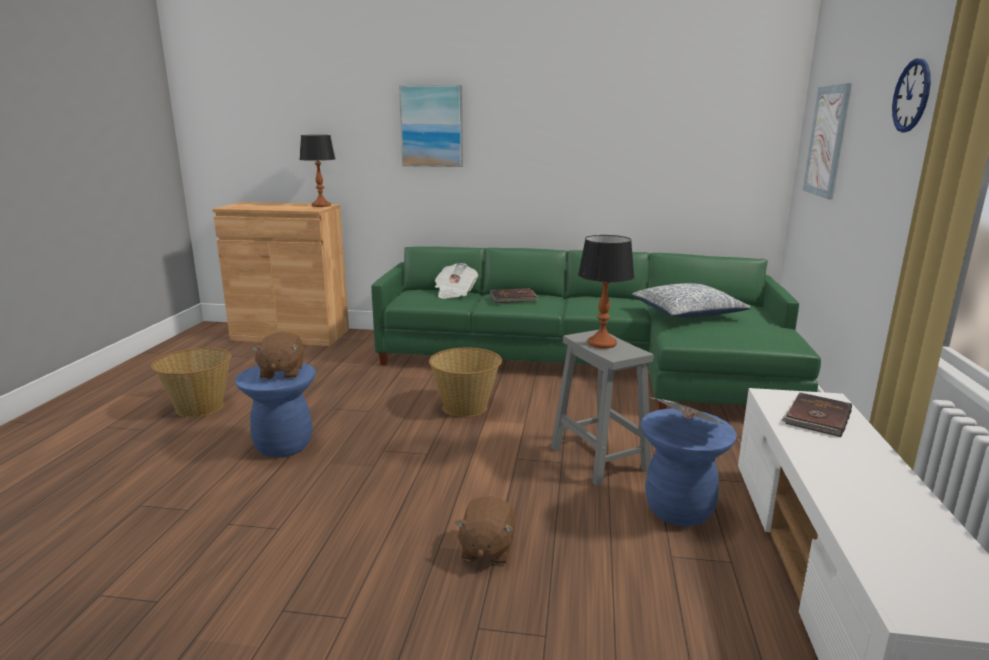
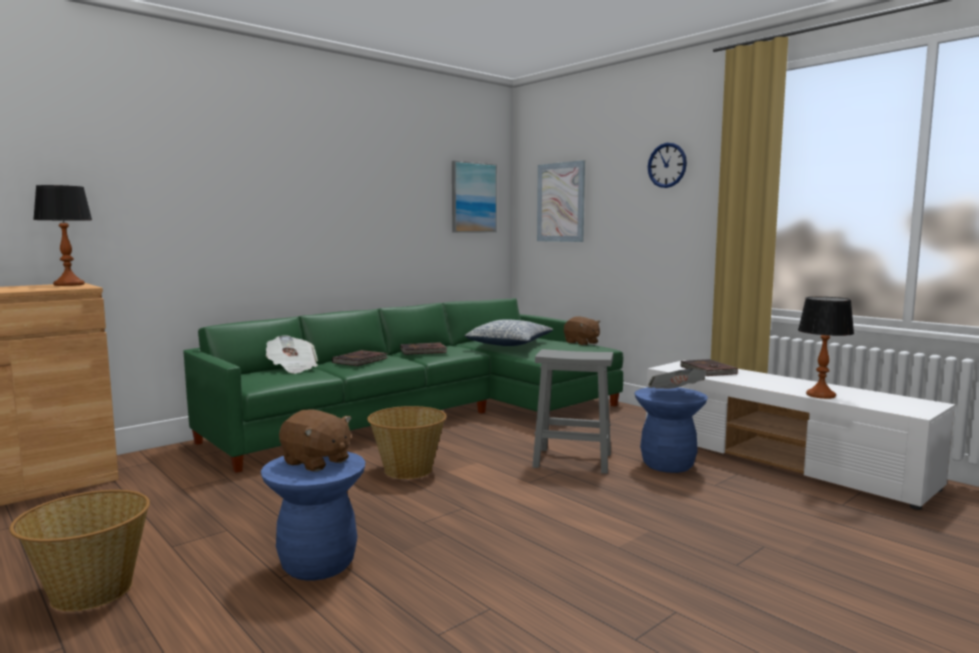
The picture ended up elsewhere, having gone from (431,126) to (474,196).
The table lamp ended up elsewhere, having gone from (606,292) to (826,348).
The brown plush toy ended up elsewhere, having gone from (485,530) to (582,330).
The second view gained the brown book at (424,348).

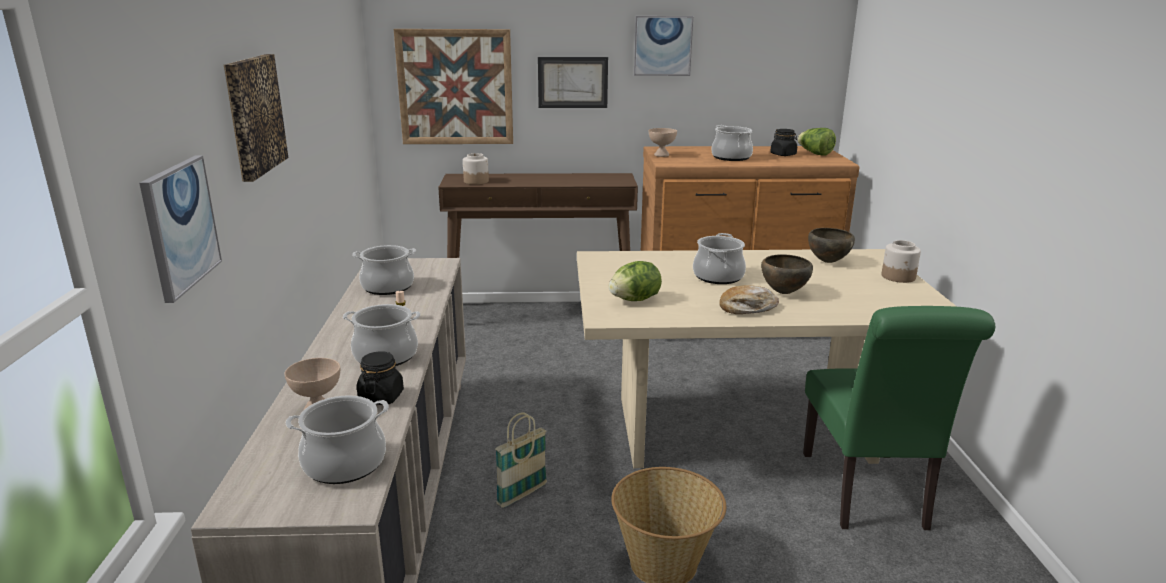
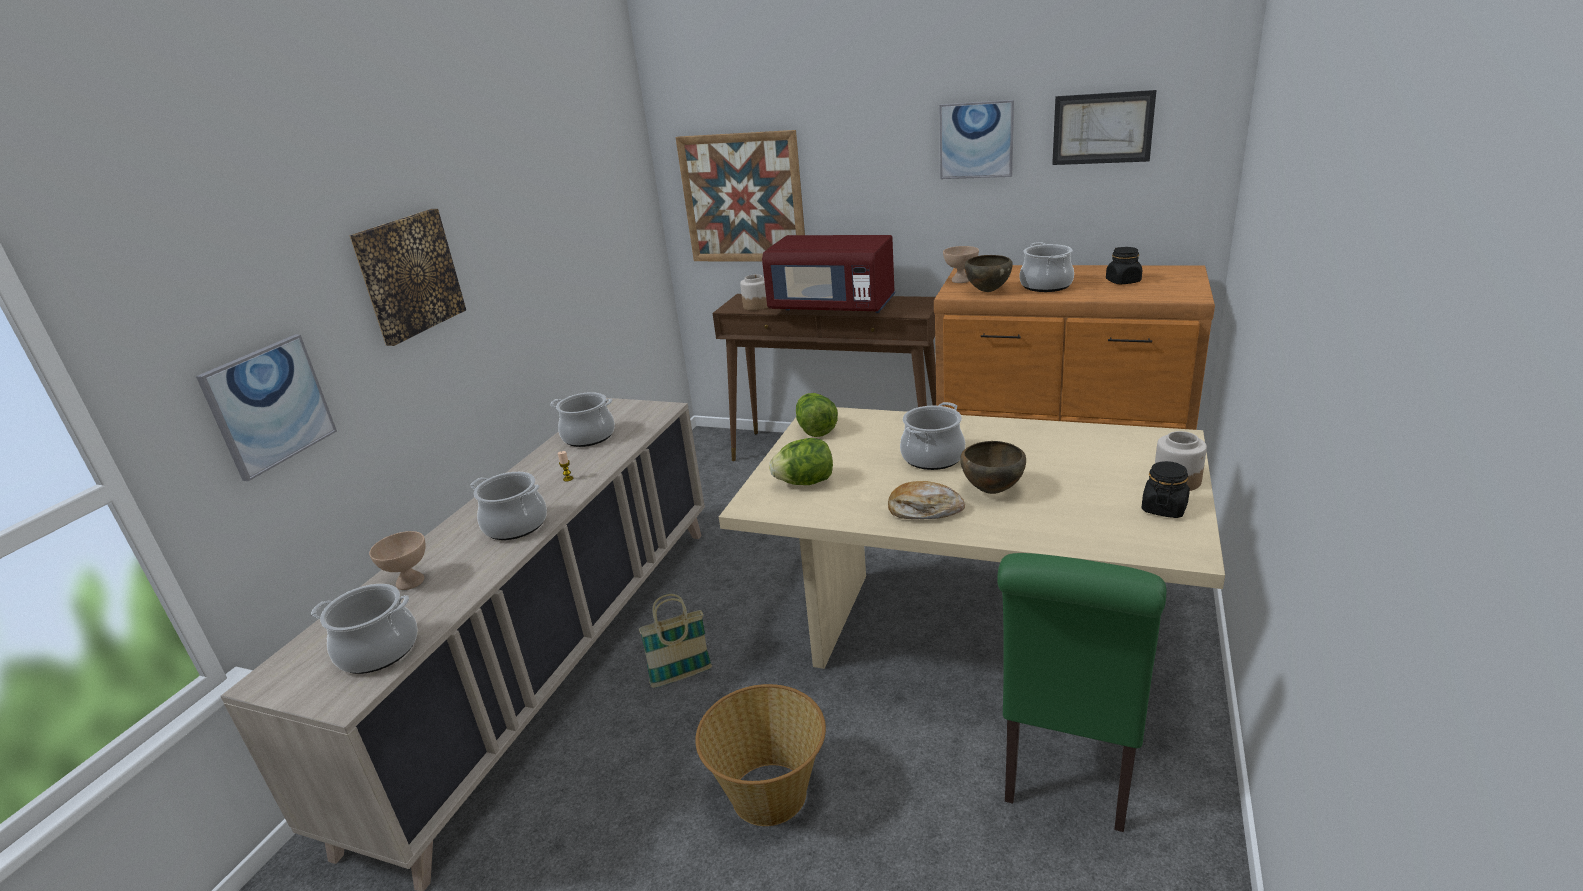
The picture ended up elsewhere, having gone from (573,82) to (1104,127).
The lettuce ended up elsewhere, having gone from (816,142) to (817,415).
The brown bowl ended up elsewhere, having gone from (831,245) to (989,273).
The black jar ended up elsewhere, having gone from (380,378) to (1165,489).
The second view gained the red microwave at (828,274).

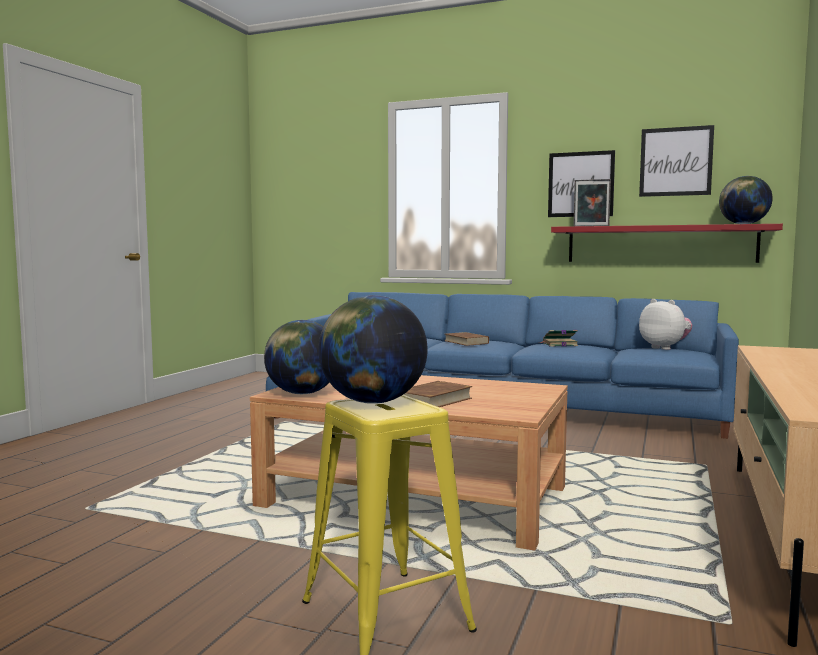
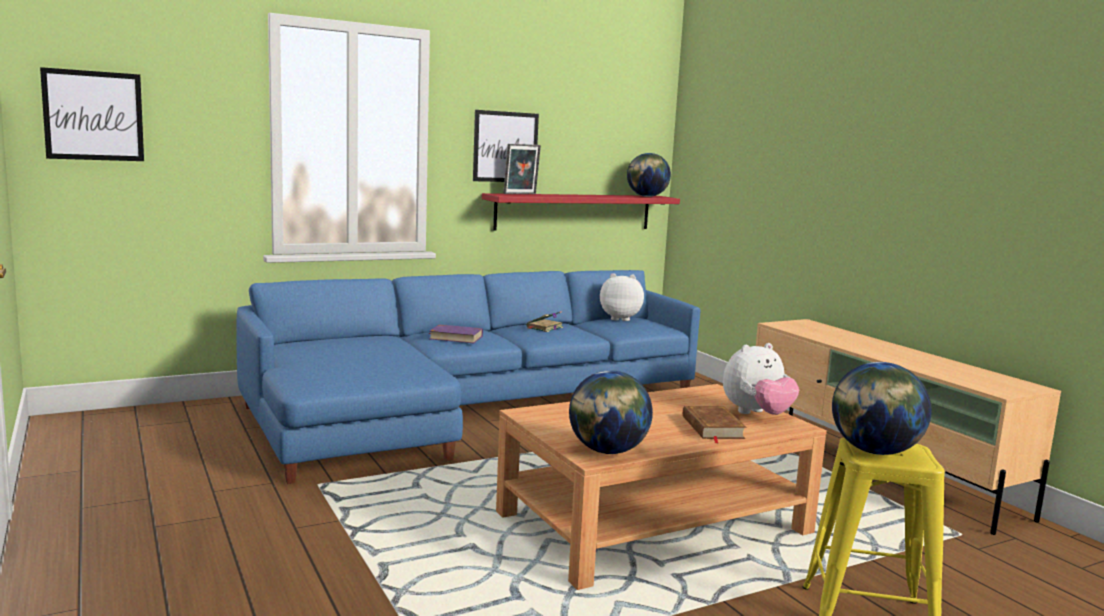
The picture ended up elsewhere, having gone from (676,161) to (92,114).
What was the brown book at (467,339) turned into the purple book at (456,333).
The second view gained the plush toy at (761,379).

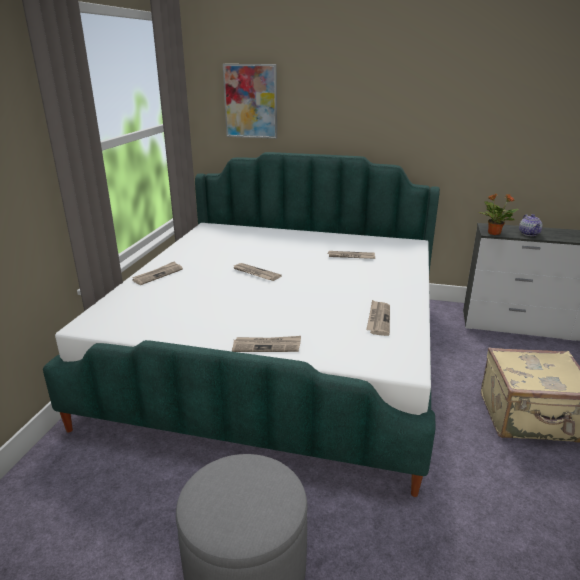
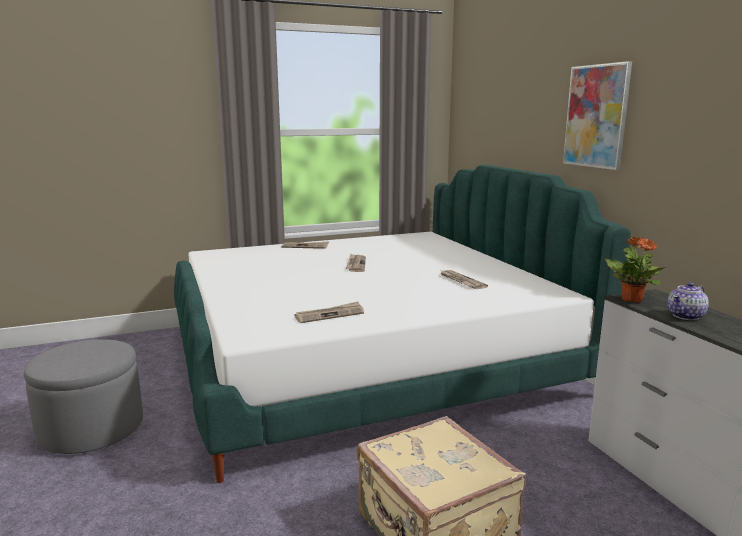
The picture ended up elsewhere, having gone from (250,101) to (597,115).
The second view lost the newspaper at (266,344).

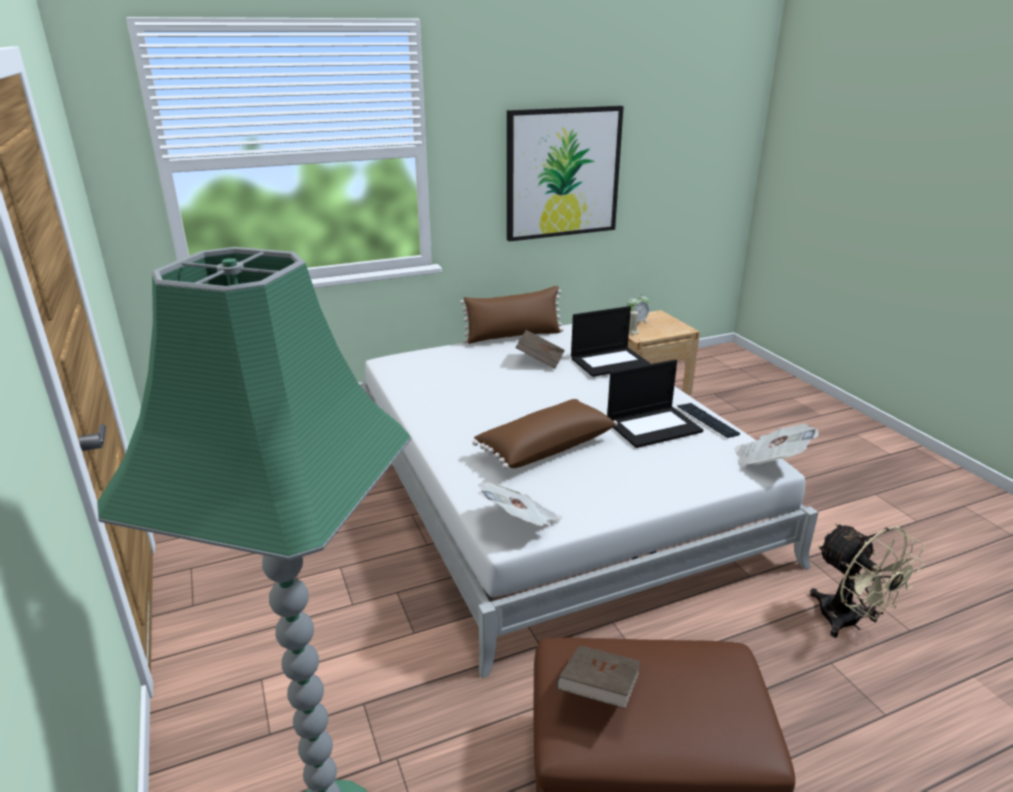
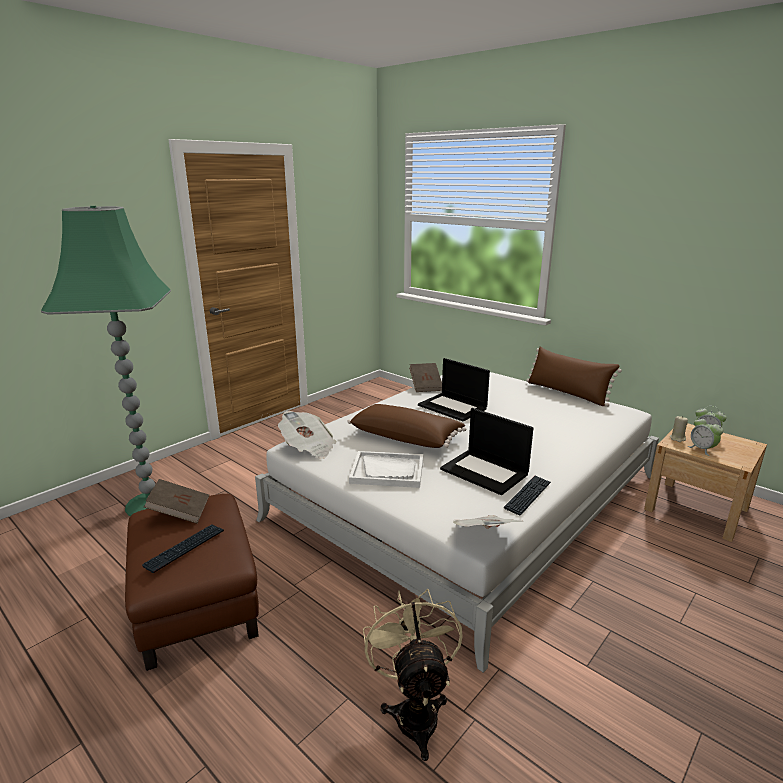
The second view lost the picture at (565,173).
The laptop ended up elsewhere, having gone from (611,341) to (454,390).
The brown book ended up elsewhere, having gone from (540,349) to (425,377).
The beige fan at (867,580) ended up facing another way, 135 degrees clockwise from before.
The second view gained the alarm clock at (705,436).
The second view gained the white tray at (386,469).
The second view gained the keyboard at (183,548).

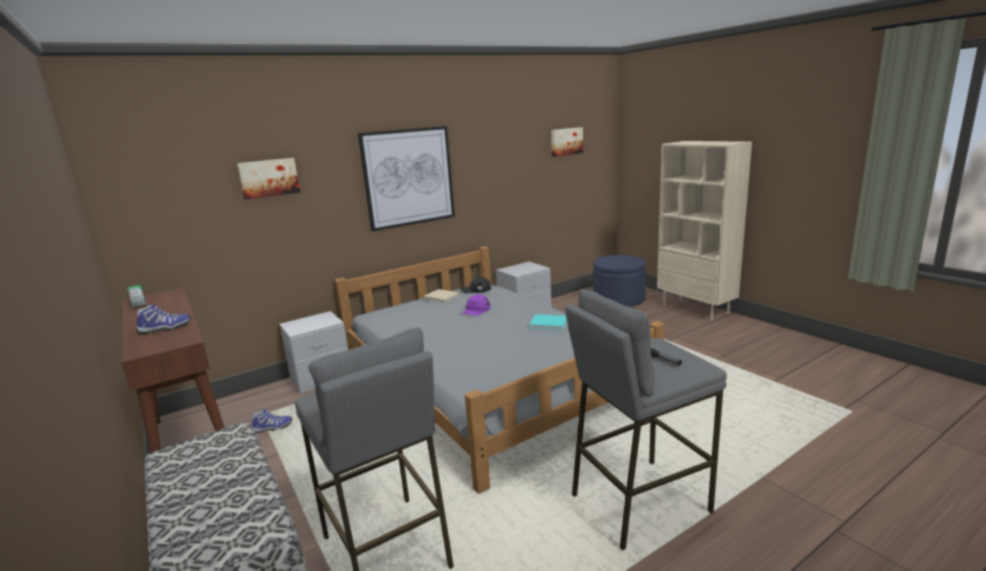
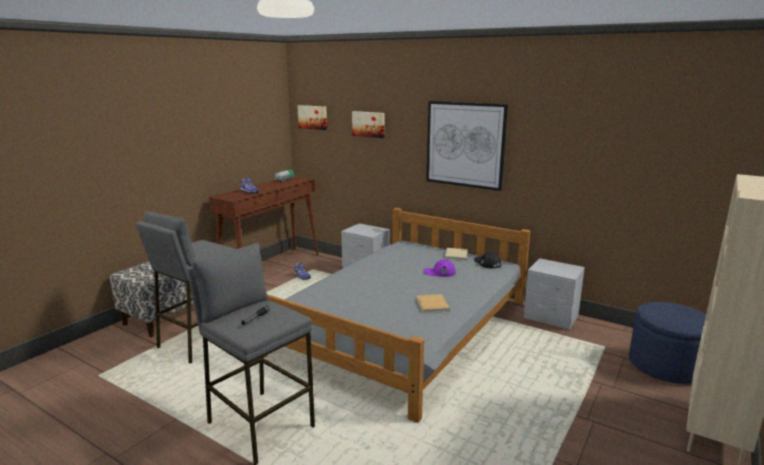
The picture ended up elsewhere, having gone from (567,142) to (312,117).
What was the turquoise book at (548,322) turned into the beige book at (433,303).

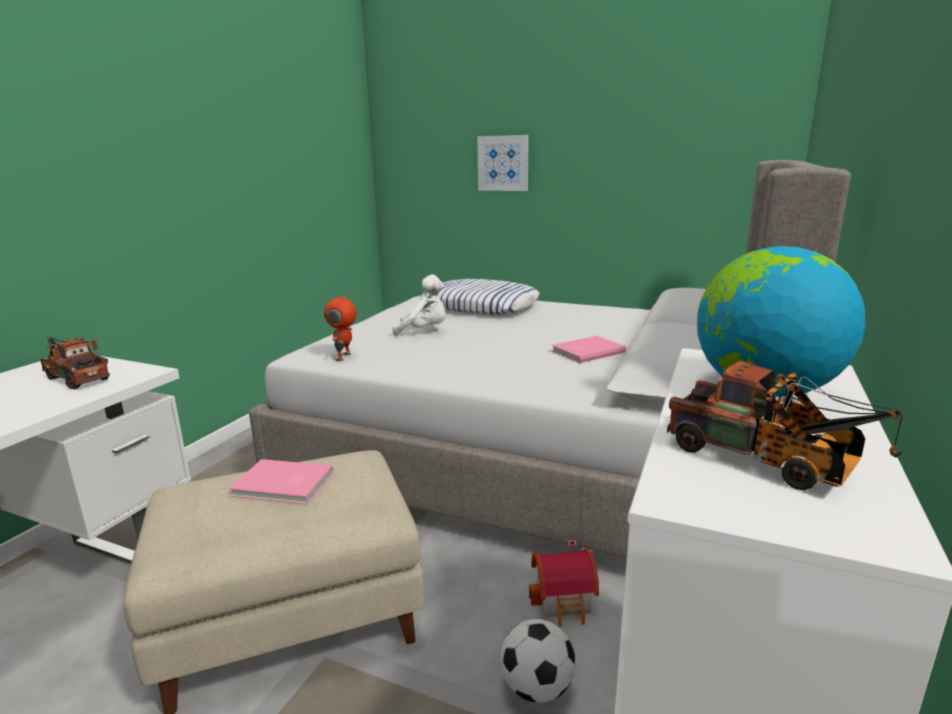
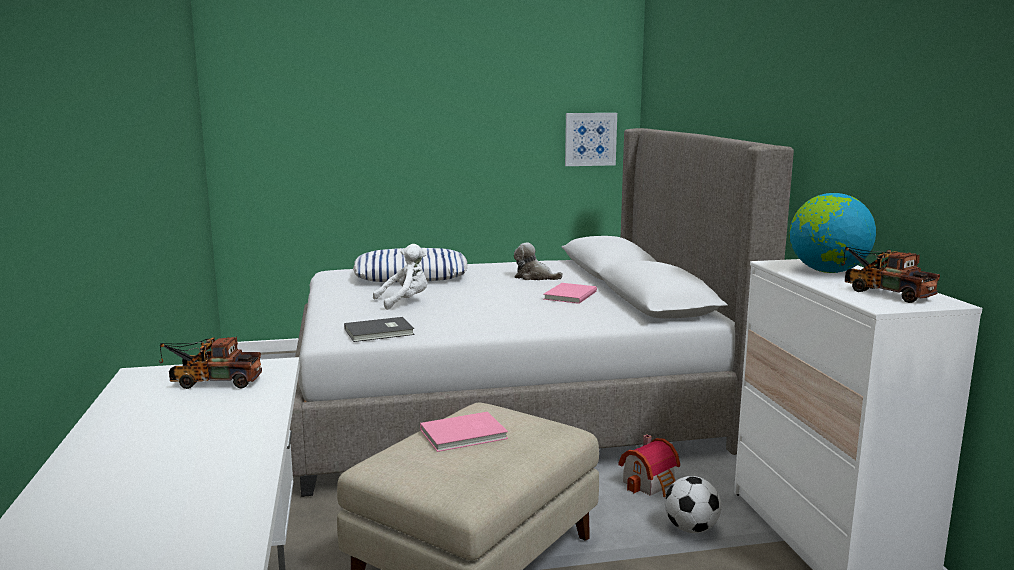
The picture ended up elsewhere, having gone from (503,163) to (591,139).
Where the toy robot stood at (340,326), the grey book came to stand at (379,329).
The toy truck at (785,425) ended up facing another way, 135 degrees counterclockwise from before.
The second view gained the plush toy at (538,261).

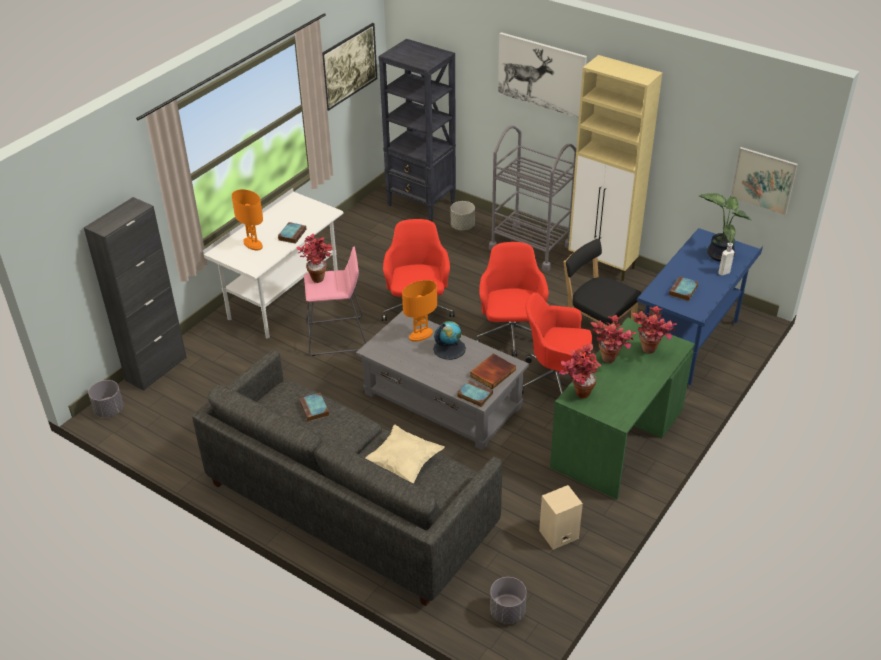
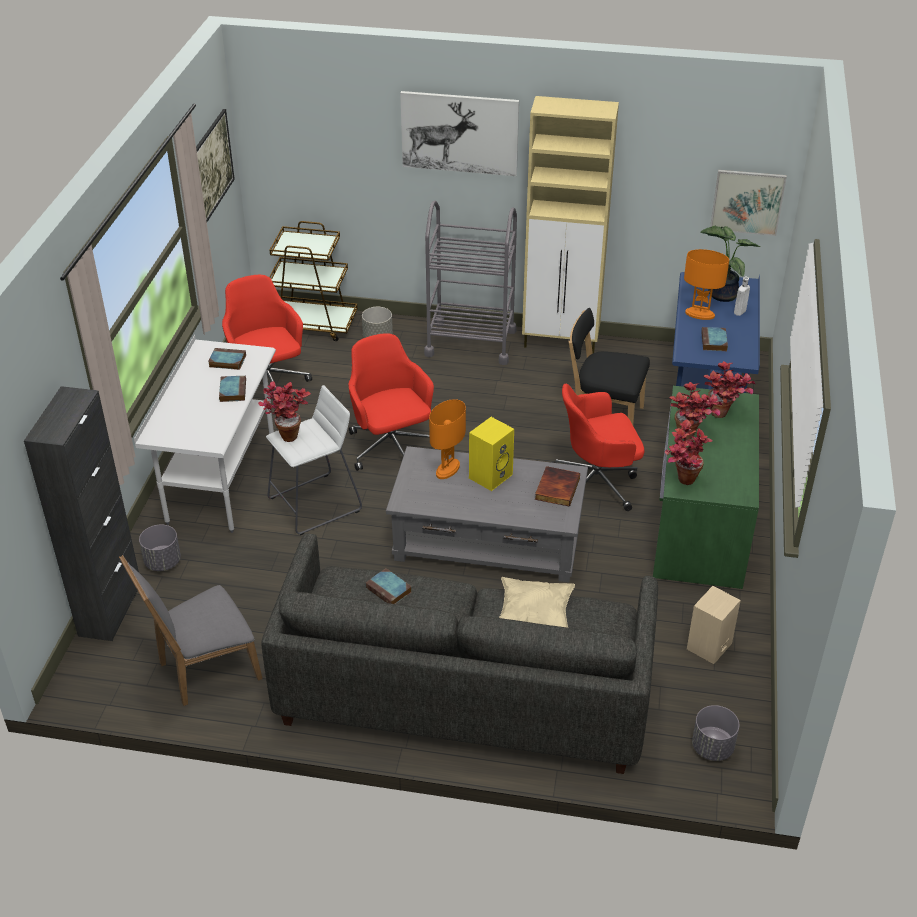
Where the black bookcase stood at (417,130), the brown cart came to stand at (313,281).
The orange table lamp ended up elsewhere, having gone from (247,219) to (706,284).
The red office chair ended up elsewhere, having gone from (512,299) to (267,336).
What was the pink stool at (335,301) turned into the white stool at (314,460).
Where the globe stood at (449,340), the yellow speaker came to stand at (491,454).
The grey planter ended up elsewhere, having gone from (106,398) to (160,548).
The book ended up elsewhere, having gone from (475,393) to (227,359).
The second view gained the grey chair at (191,630).

